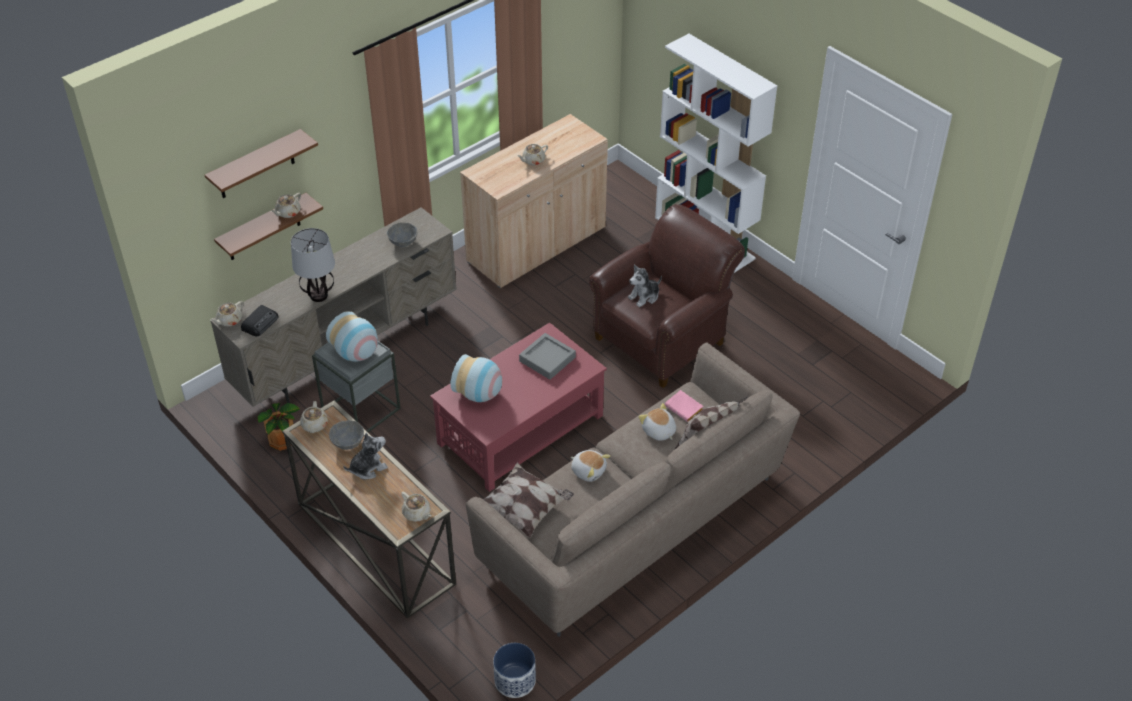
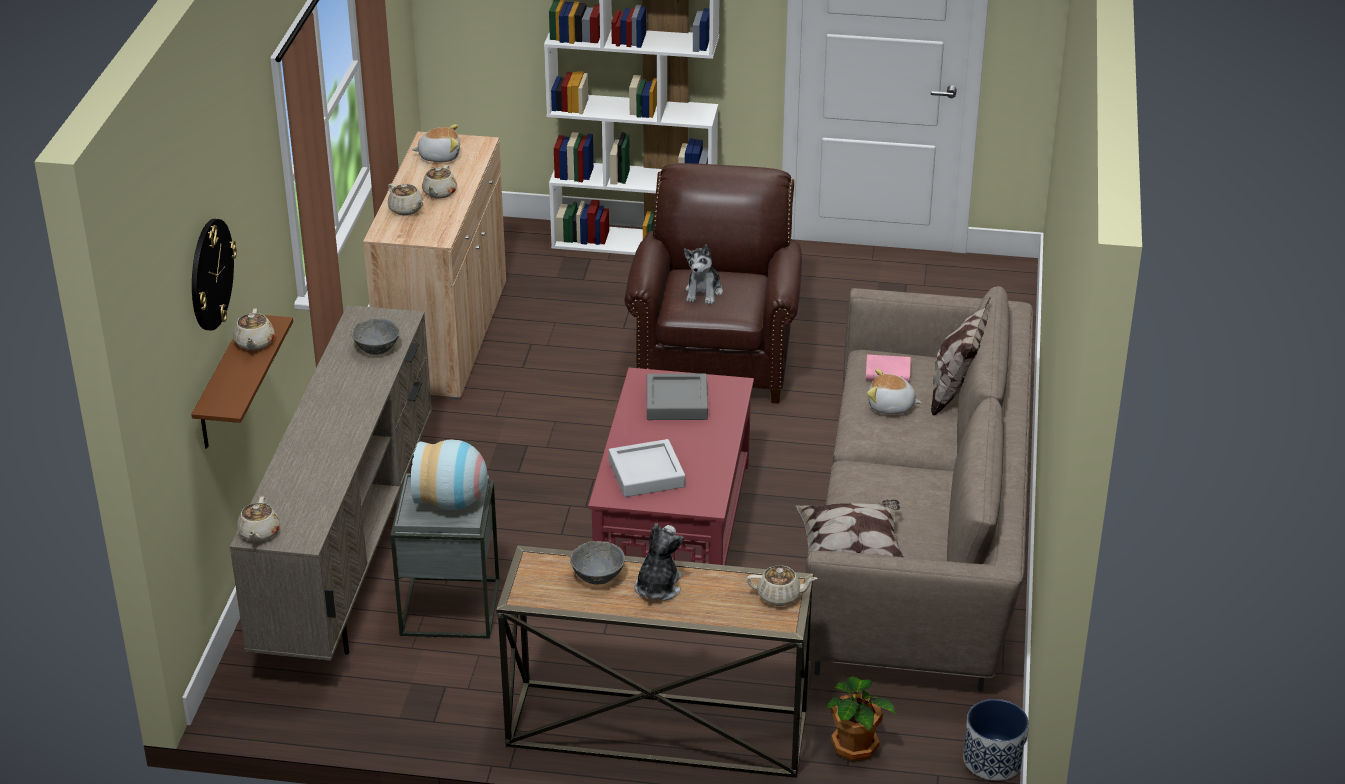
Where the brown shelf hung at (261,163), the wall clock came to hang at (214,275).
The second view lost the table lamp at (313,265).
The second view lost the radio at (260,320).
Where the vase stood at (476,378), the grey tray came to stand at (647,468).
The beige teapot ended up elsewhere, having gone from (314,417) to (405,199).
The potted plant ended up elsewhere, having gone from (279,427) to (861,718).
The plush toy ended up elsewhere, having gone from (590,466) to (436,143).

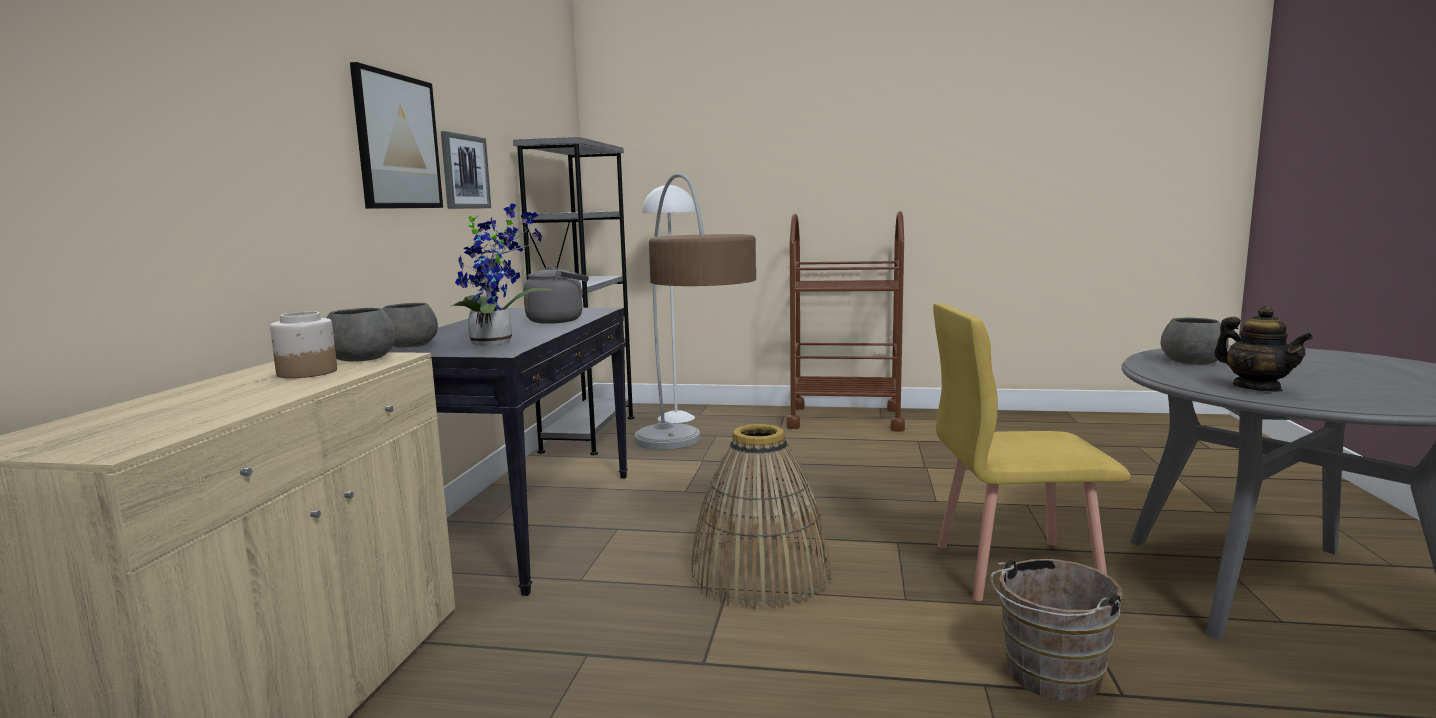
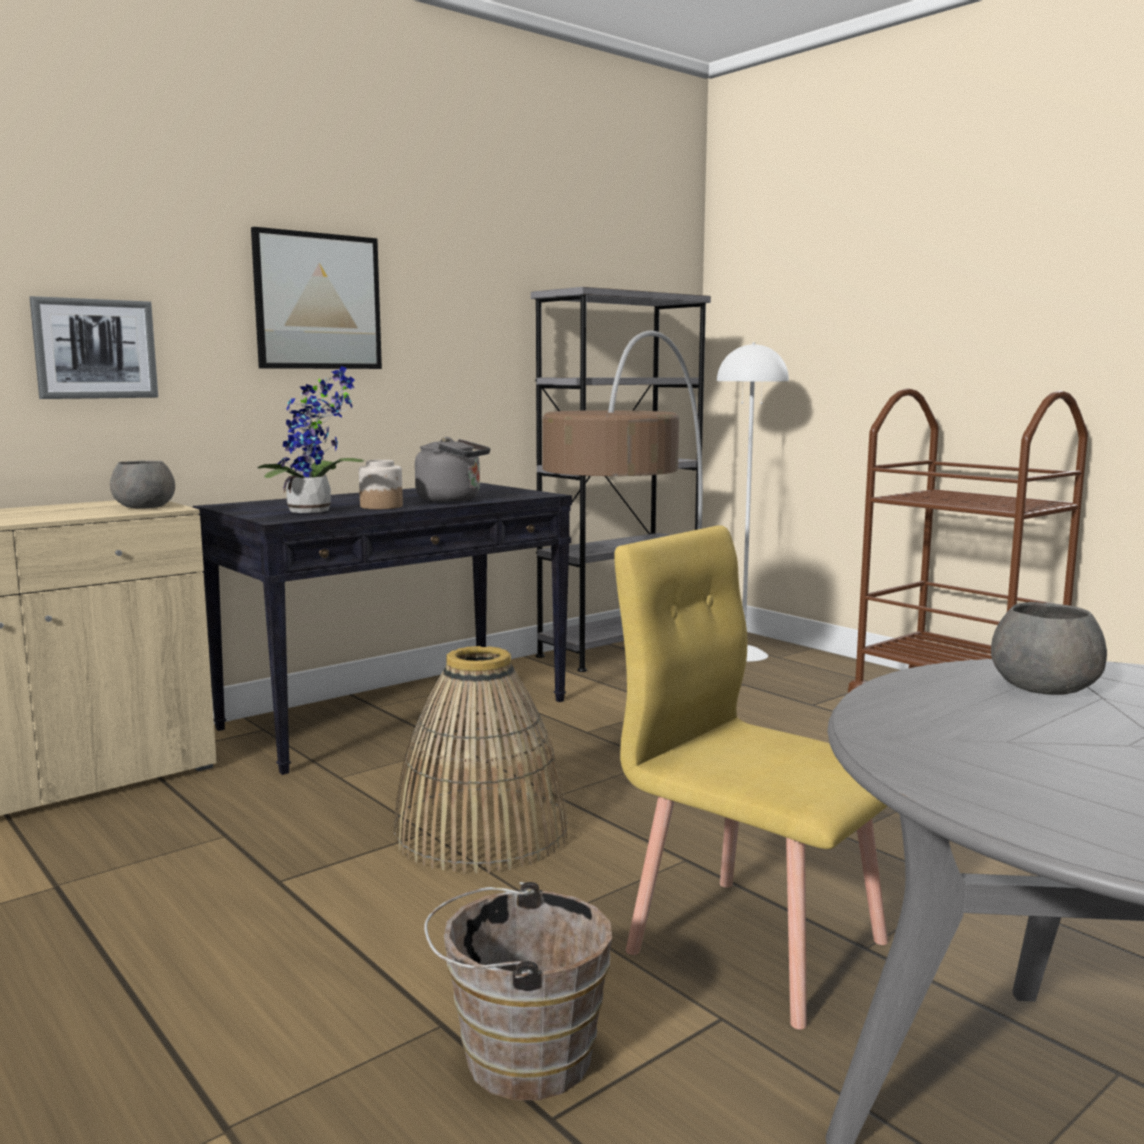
The picture ended up elsewhere, having gone from (466,170) to (94,347).
The second view lost the grey bowl at (410,325).
The second view lost the teapot at (1263,349).
The jar ended up elsewhere, having gone from (303,344) to (381,484).

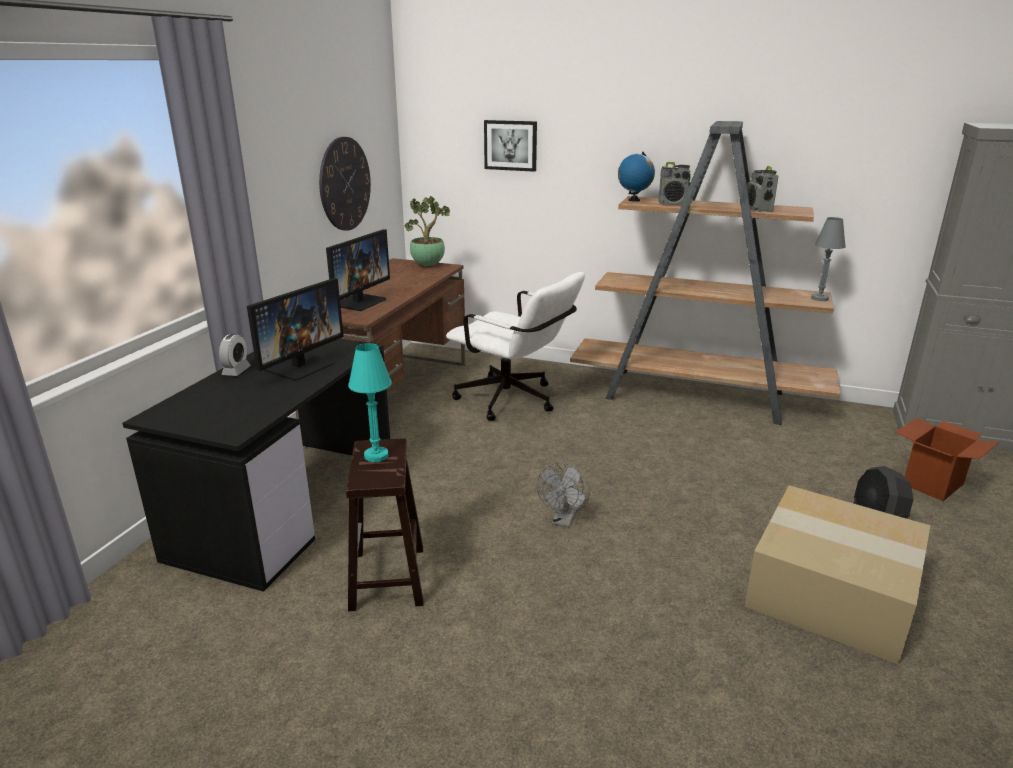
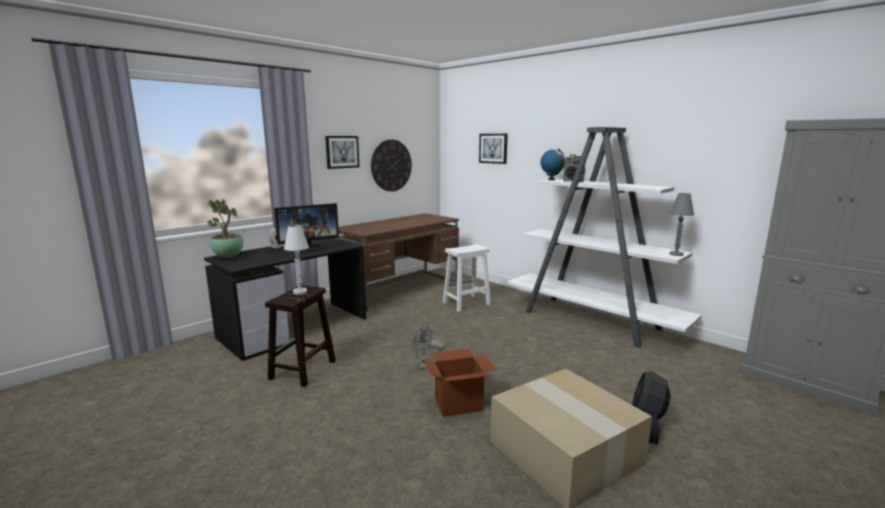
What was the brown bookcase at (705,273) turned into the white bookcase at (604,237).
The second view lost the radio at (762,189).
The potted plant ended up elsewhere, having gone from (427,231) to (225,228).
The second view lost the monitor at (358,270).
Where the white office chair stood at (515,346), the white stool came to stand at (467,278).
What was the turquoise table lamp at (370,402) turned into the white table lamp at (296,260).
The cardboard box ended up elsewhere, having gone from (947,459) to (460,383).
The grey fan at (563,494) ended up facing another way, 60 degrees clockwise from before.
The second view gained the picture at (342,152).

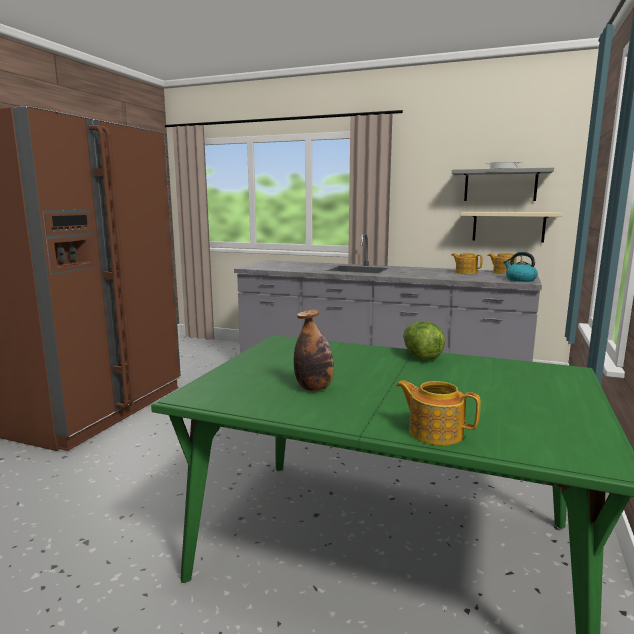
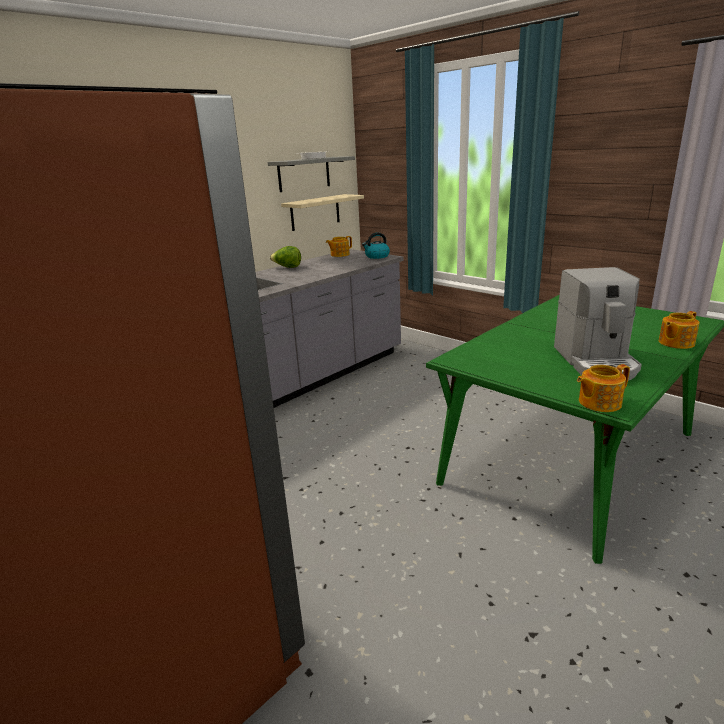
The teapot ended up elsewhere, having gone from (467,263) to (603,388).
Where the bottle stood at (314,350), the coffee machine came to stand at (598,324).
The lettuce ended up elsewhere, having gone from (424,341) to (285,257).

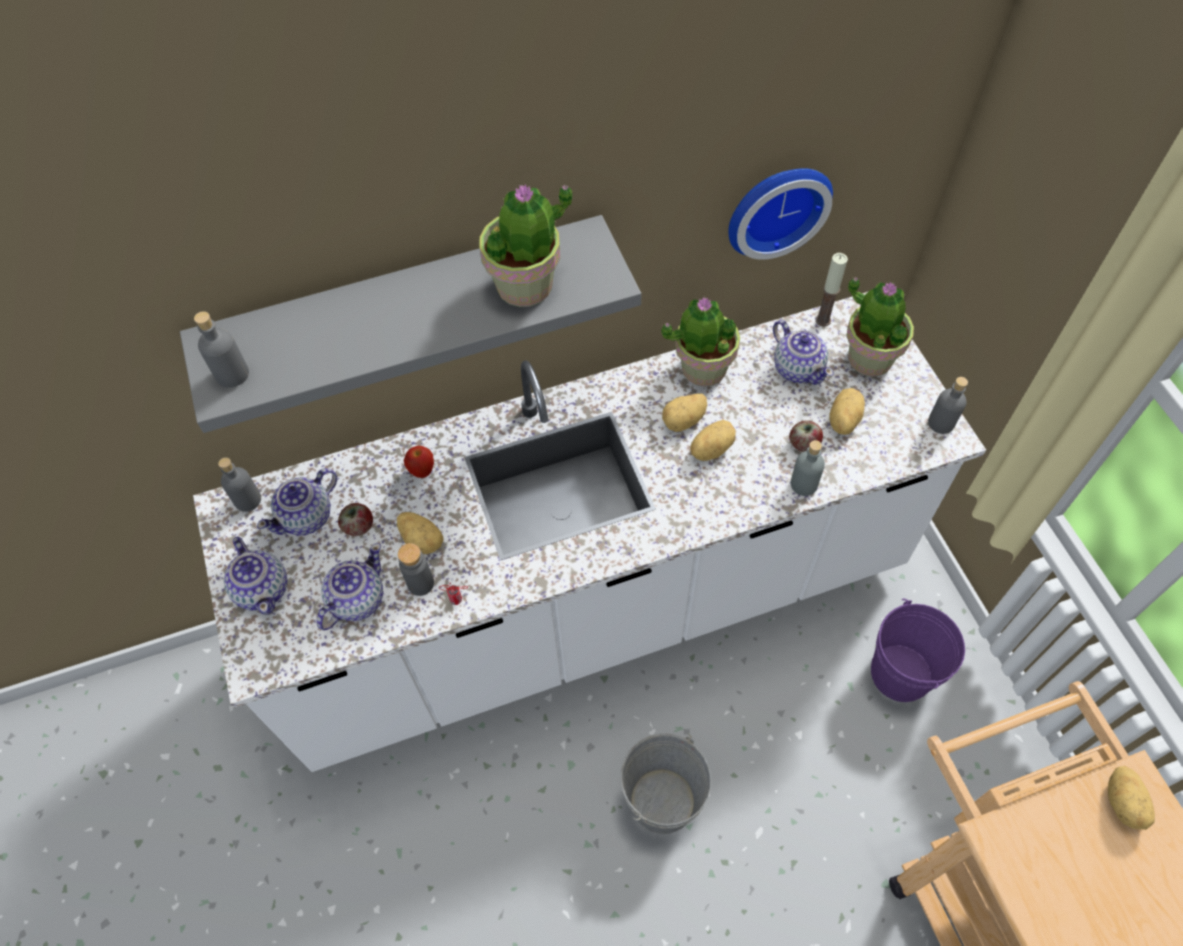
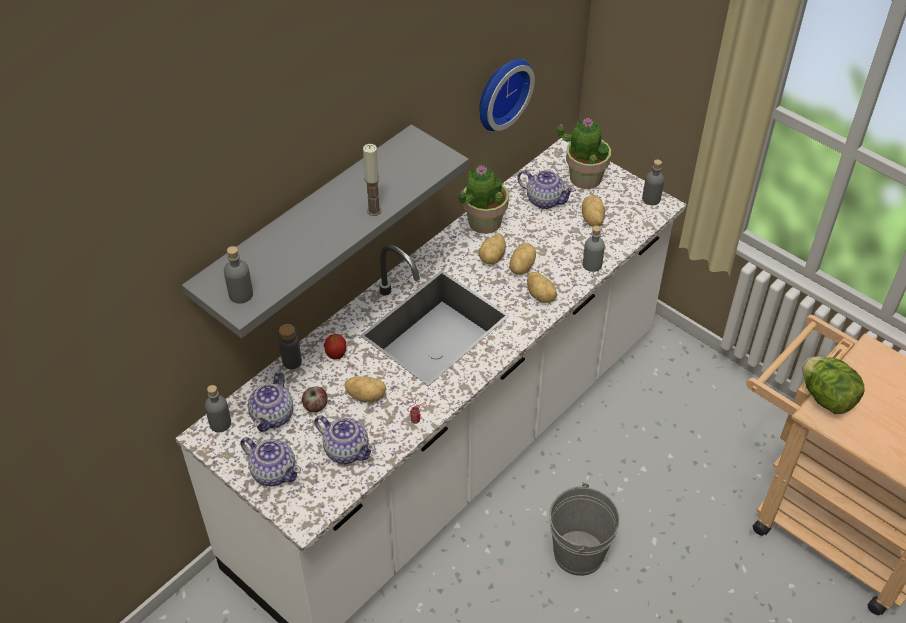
The second view lost the potted plant at (526,245).
The candle ended up elsewhere, having gone from (831,290) to (372,180).
The second view lost the apple at (806,436).
The teapot at (349,586) ended up facing another way, 120 degrees clockwise from before.
The grey bottle ended up elsewhere, having gone from (416,569) to (290,346).
The second view lost the purple bucket at (918,650).
The potato ended up elsewhere, having gone from (1131,798) to (542,287).
The second view gained the lettuce at (833,385).

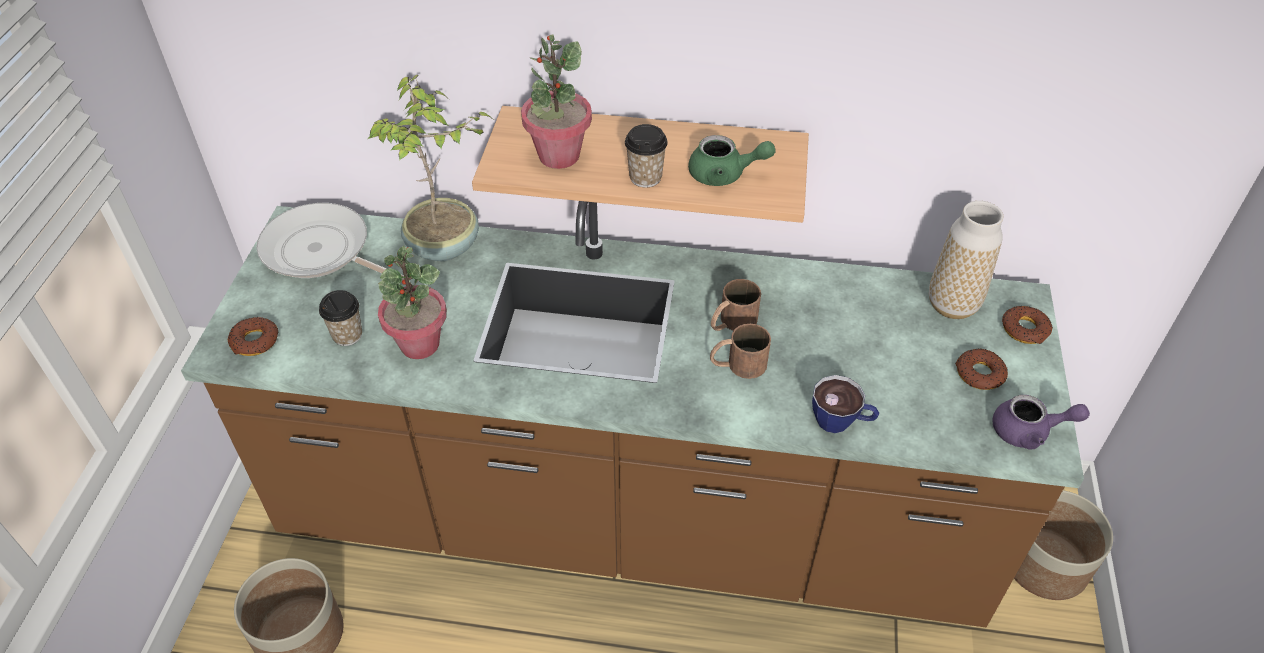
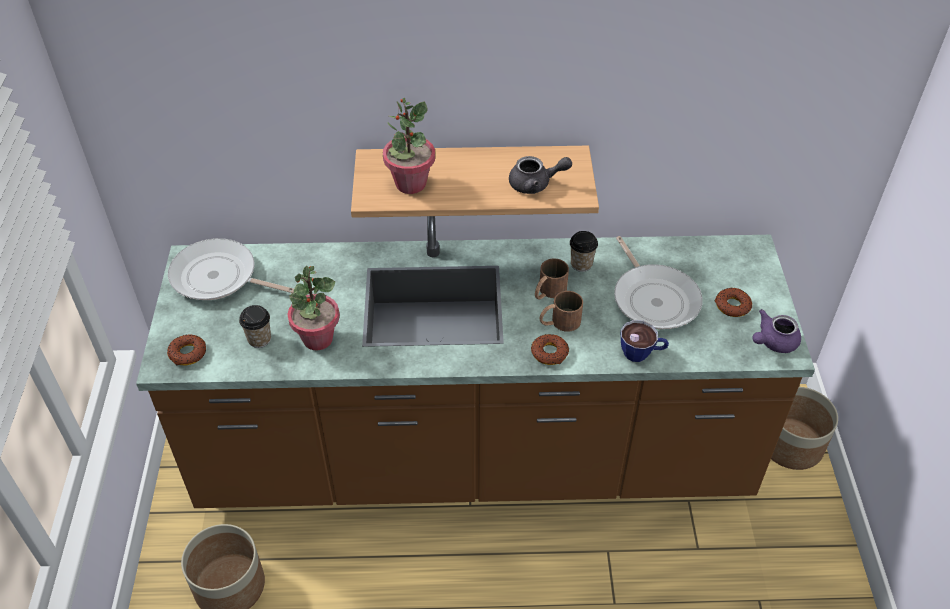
The second view lost the potted plant at (430,168).
The cup ended up elsewhere, having gone from (646,156) to (584,251).
What was the green teapot at (732,160) turned into the grey teapot at (540,175).
The second view lost the vase at (966,260).
The donut ended up elsewhere, having gone from (1027,325) to (550,349).
The purple teapot at (1041,422) ended up facing another way, 150 degrees clockwise from before.
The second view gained the frying pan at (658,282).

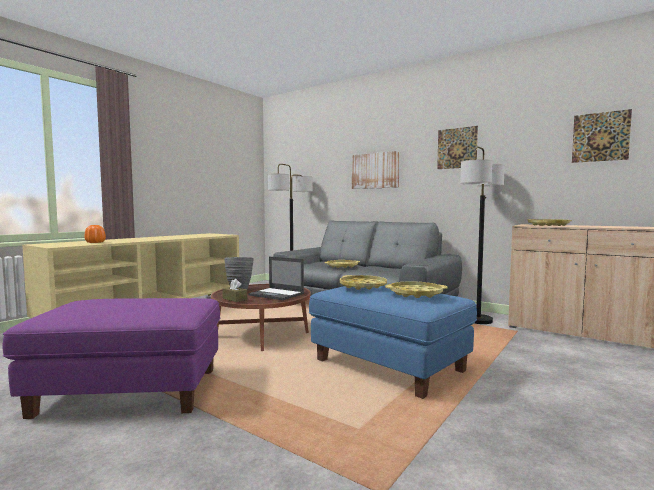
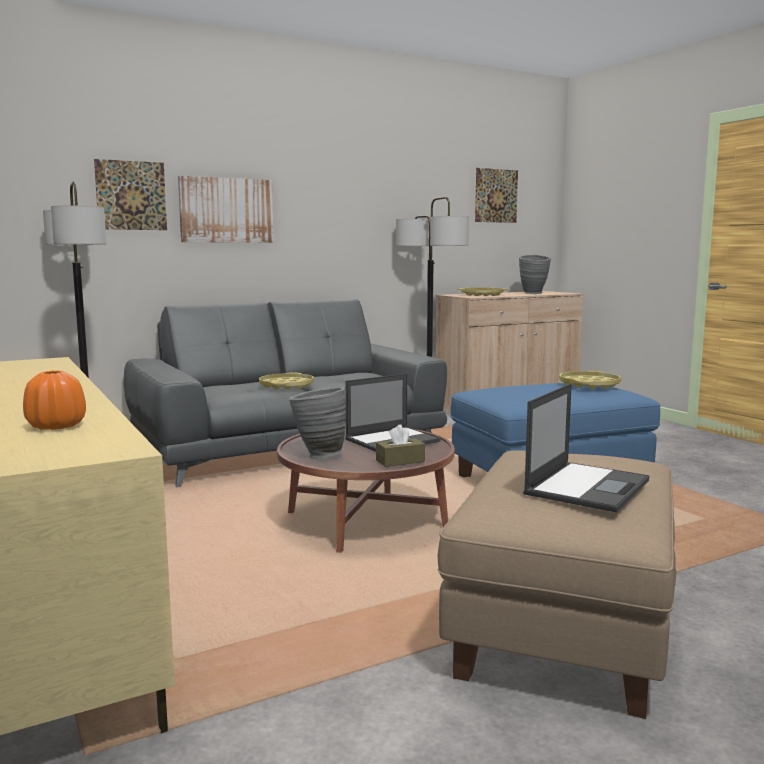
The picture ended up elsewhere, having gone from (457,147) to (130,194).
The second view lost the yellow tray at (363,282).
What was the purple ottoman at (111,358) turned into the beige ottoman at (557,584).
The second view gained the grey vase at (535,274).
The second view gained the laptop at (586,447).

